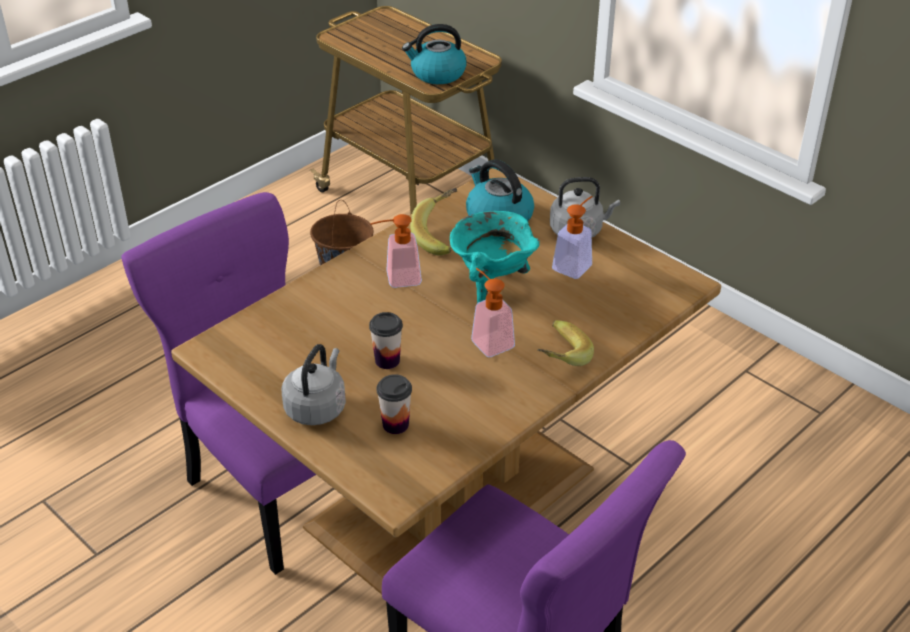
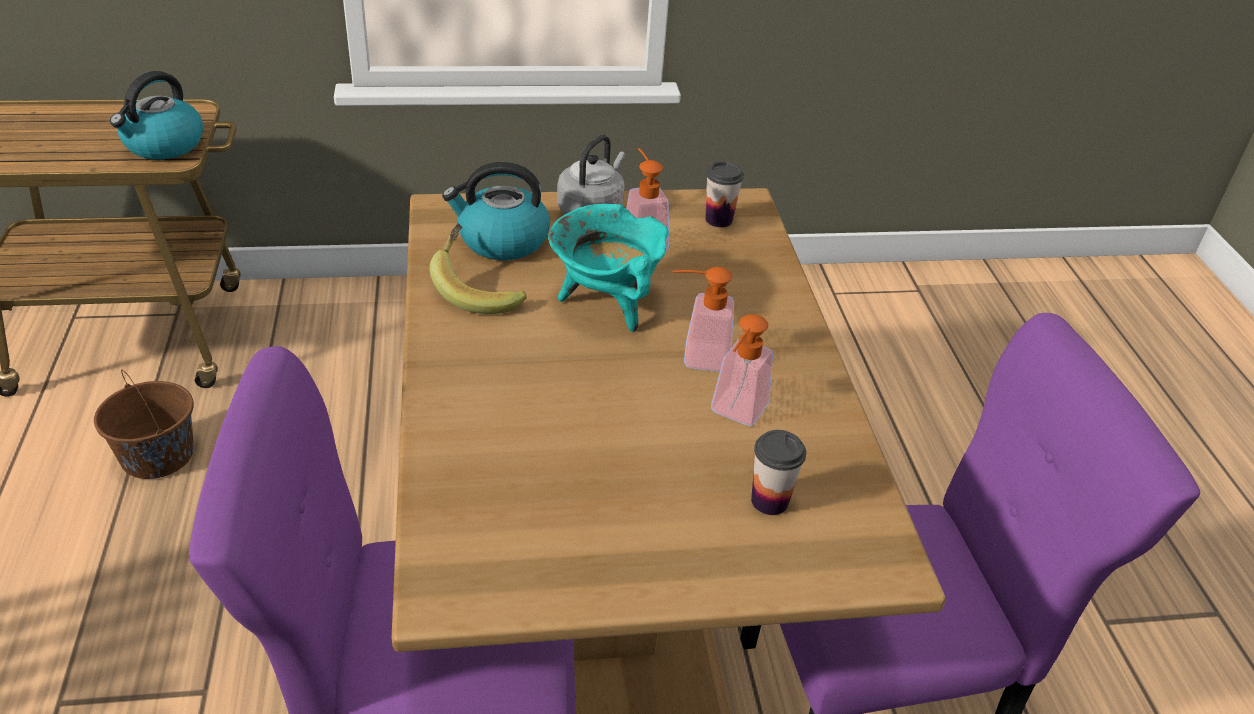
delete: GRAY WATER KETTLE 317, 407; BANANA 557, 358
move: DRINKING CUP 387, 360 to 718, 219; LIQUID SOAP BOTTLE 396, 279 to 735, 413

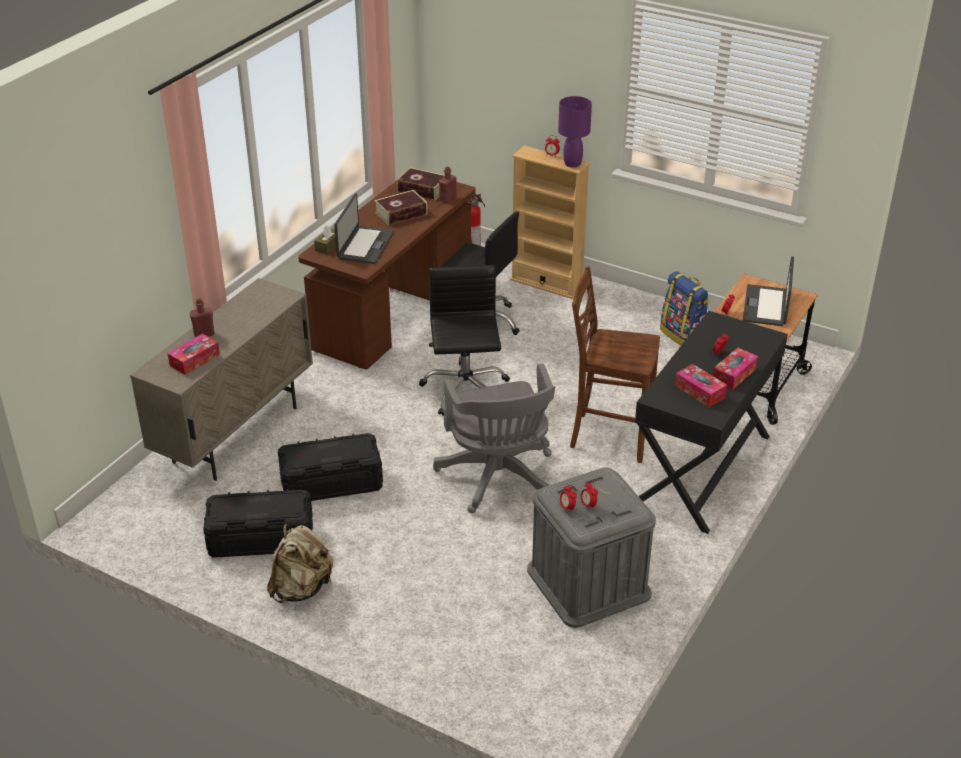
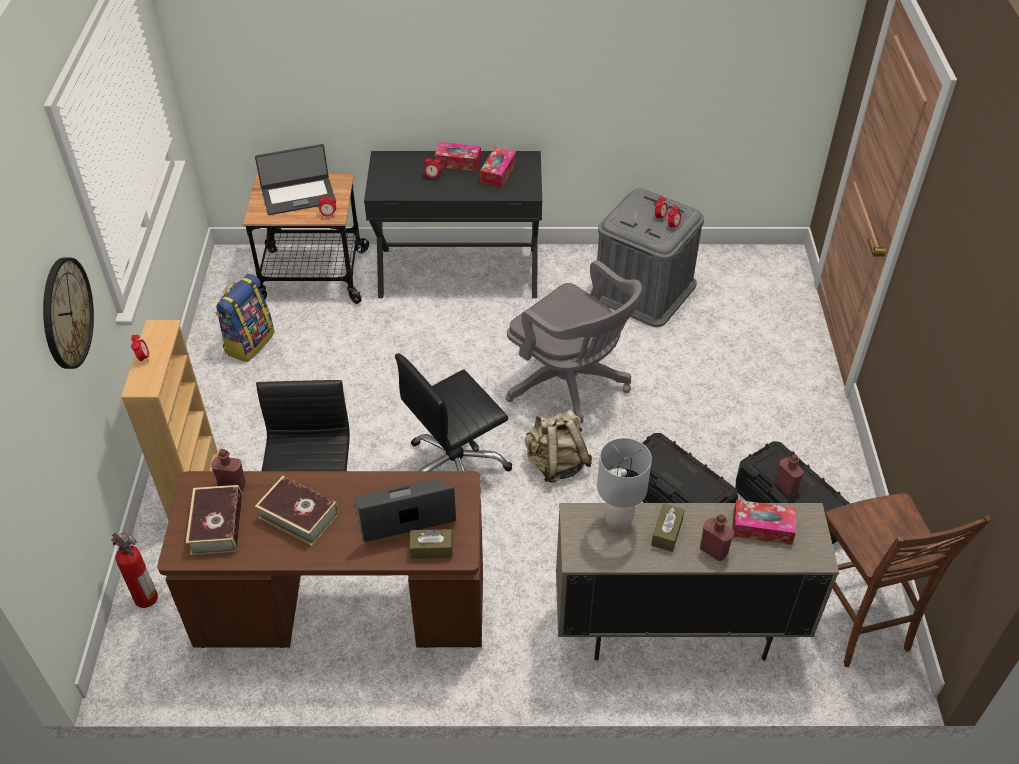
delete: PURPLE TABLETOP LAMP 572, 164
insert: HANGING CLOCK 66, 313; GRAY TABLETOP LAMP 617, 522; BROWNISH BOX OF TISSUES 667, 532; REDDISH BOTTLE 785, 486
move: BEIGE KNAPSACK 301, 588 to 556, 464; BROWNISH UPRIGHT CHAIR 609, 436 to 856, 621
rotate: GRAY COMPUTER CHAIR 498, 479 = 571, 386 90 degrees clockwise

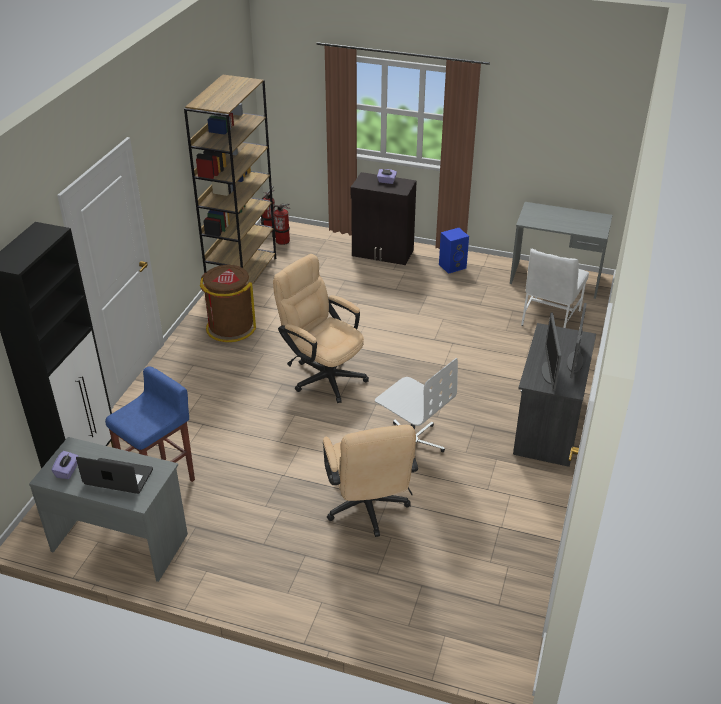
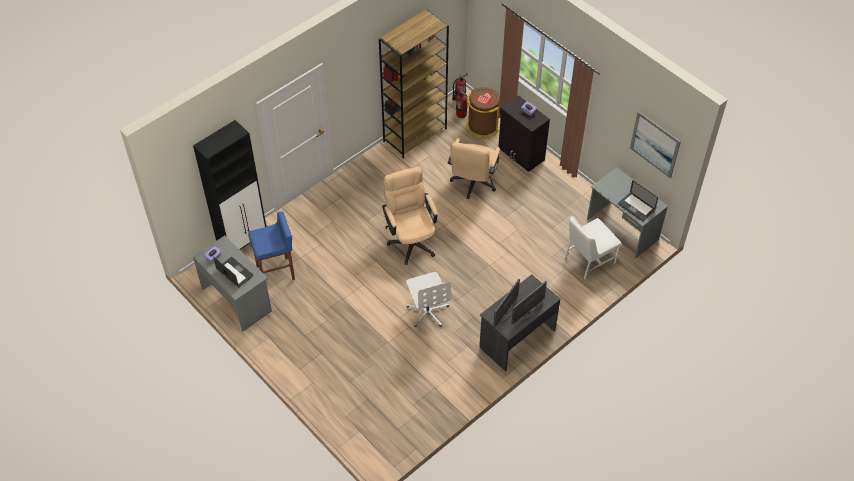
delete: BLUE SPEAKER 452, 266
insert: LAPTOP 636, 207; WALL ART 655, 144
move: BEIGE COMPUTER CHAIR 368, 510 to 473, 184; BROWNISH TRASH CAN 230, 327 to 482, 126

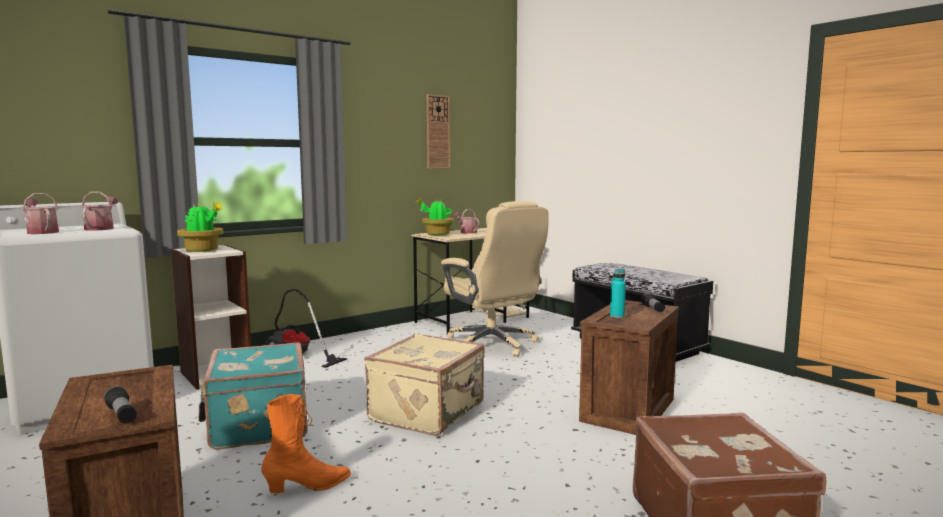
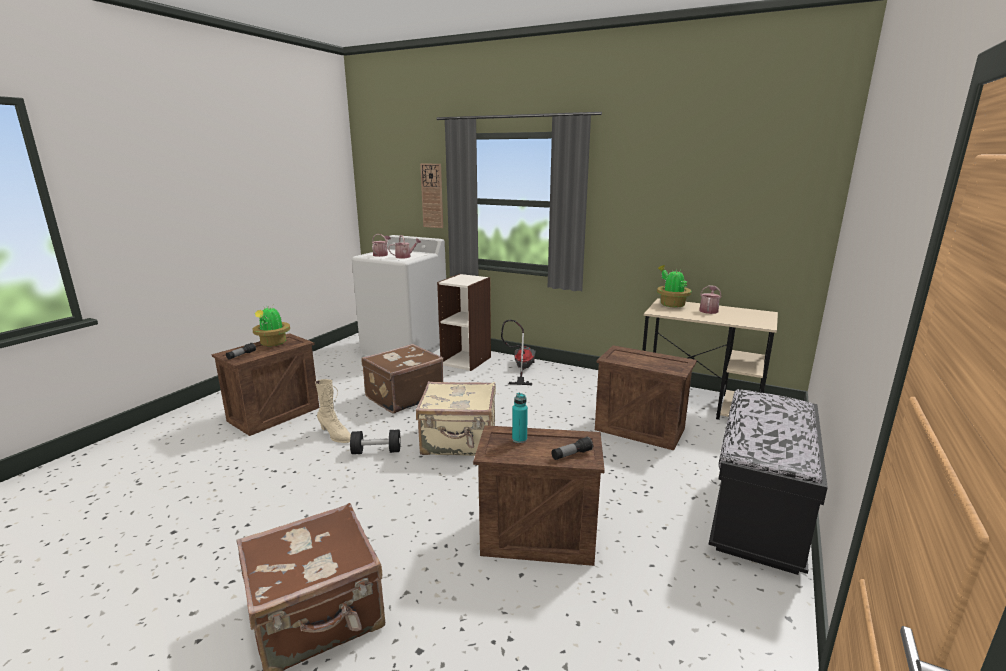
insert: BLACK-COLOURED HAND WEIGHT 376, 451
move: PLANT IN A POT 203, 250 to 273, 343; HANGING CLOCK 438, 132 to 432, 196
replace: BEIGE COMPUTER CHAIR 493, 345 to SHIPPING CRATE 638, 429
recolor: ORANGEY TALL BOOT 308, 487 to BEIGE TALL BOOT 335, 435; TURQUOISE-COLOURED PIECE OF LUGGAGE 257, 425 to BROWNISH PIECE OF LUGGAGE 403, 396

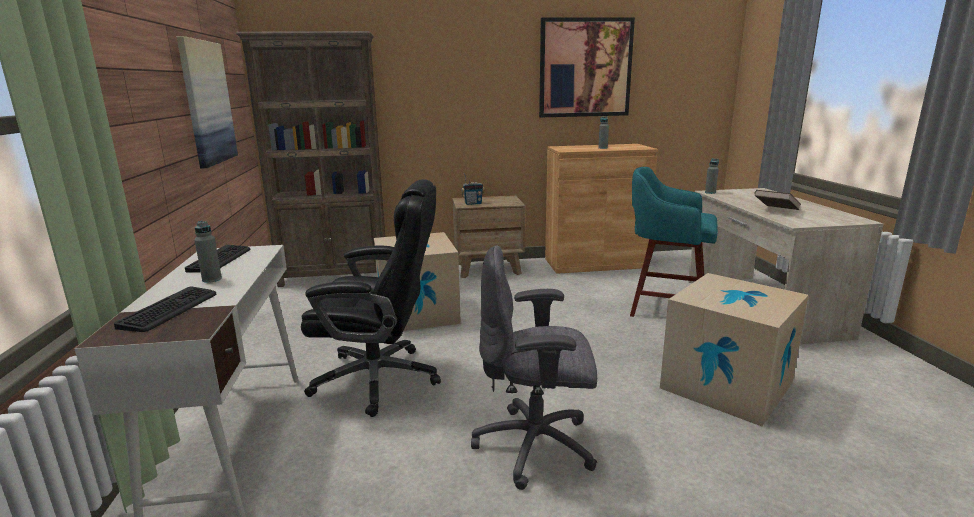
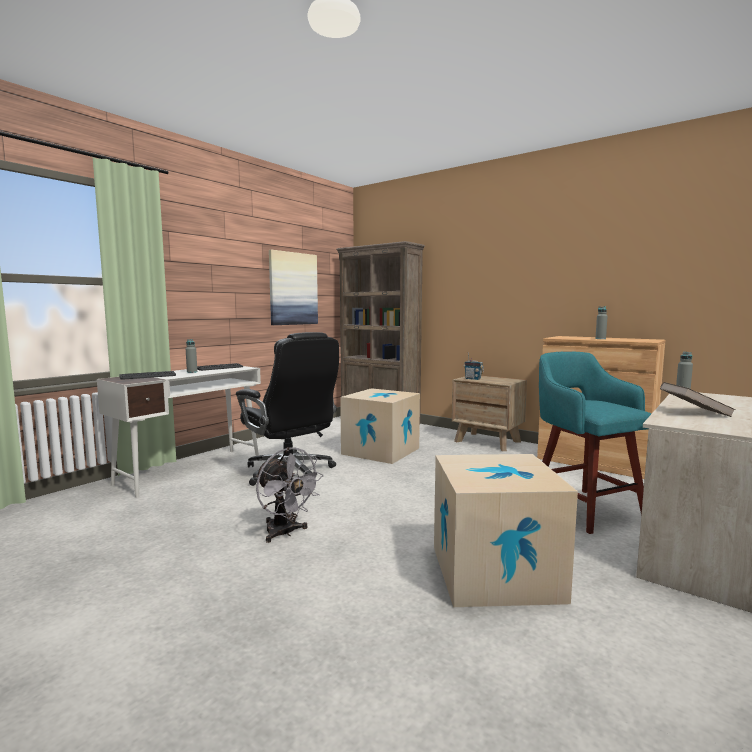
delete: WALL ART 585, 68
replace: GRAY COMPUTER CHAIR 537, 446 to GRAY ELECTRIC FAN 285, 533

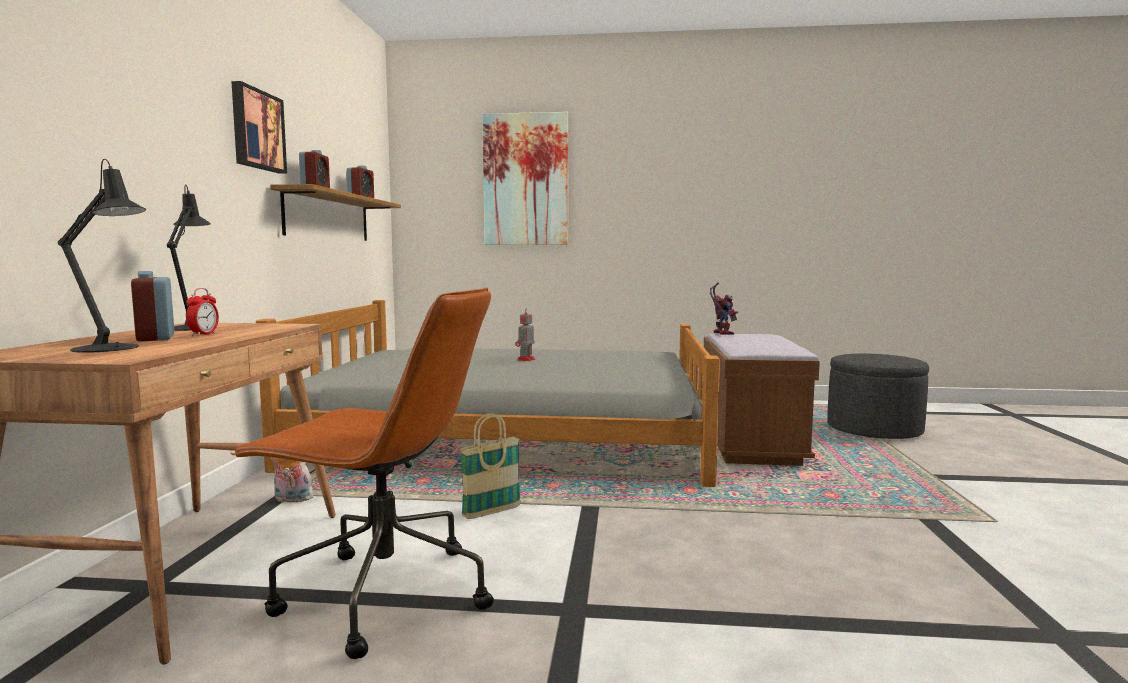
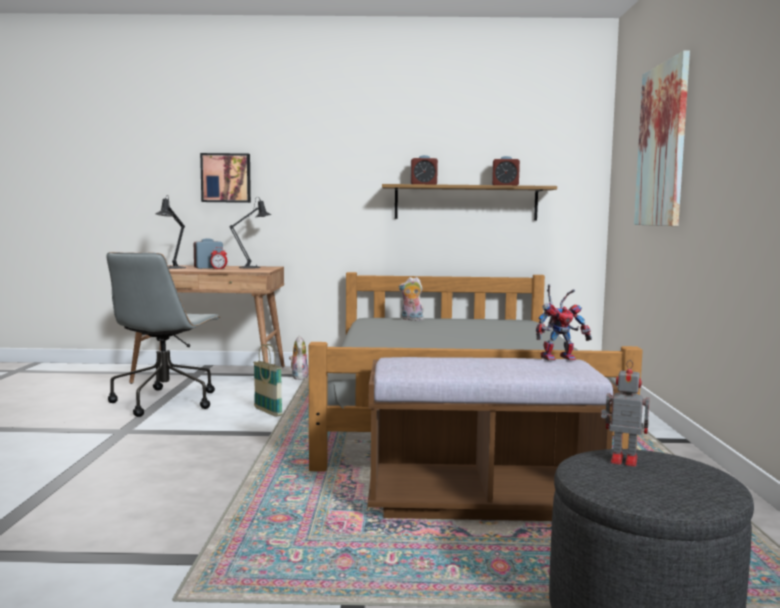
insert: CUDDLY TOY 411, 319
move: WALL ART 256, 130 to 226, 178; TOY ROBOT 525, 360 to 622, 460
recolor: BROWNISH COMPUTER CHAIR 382, 595 to GRAY COMPUTER CHAIR 165, 401

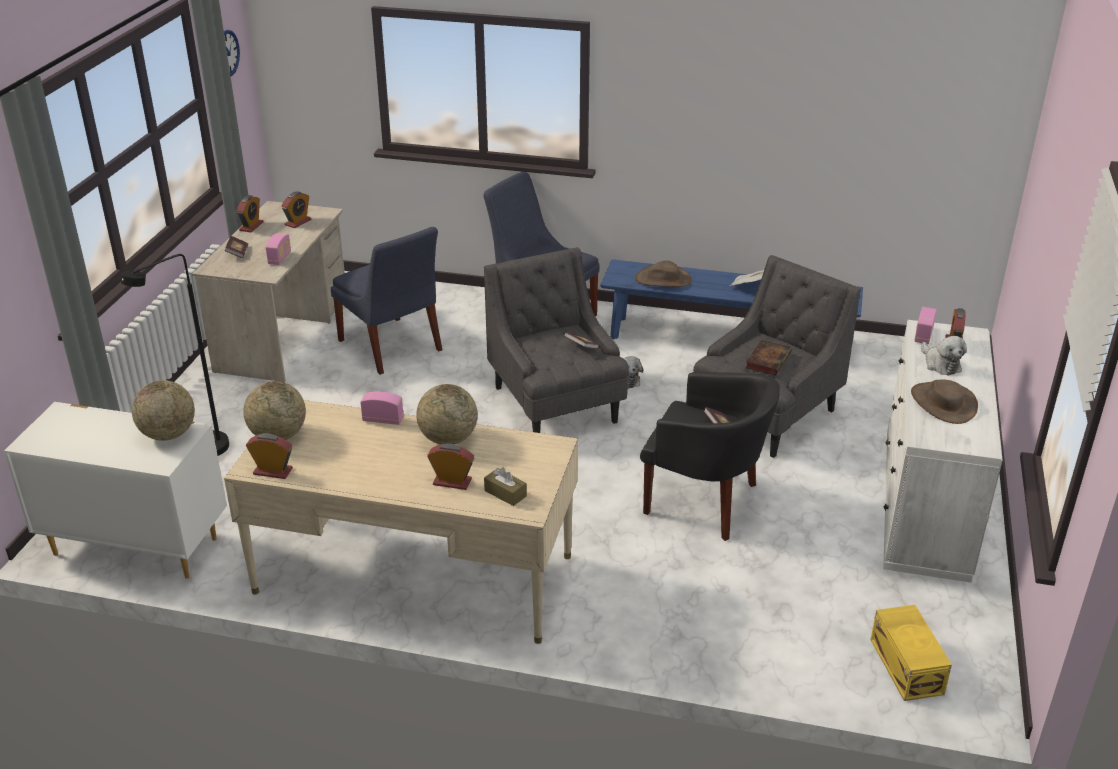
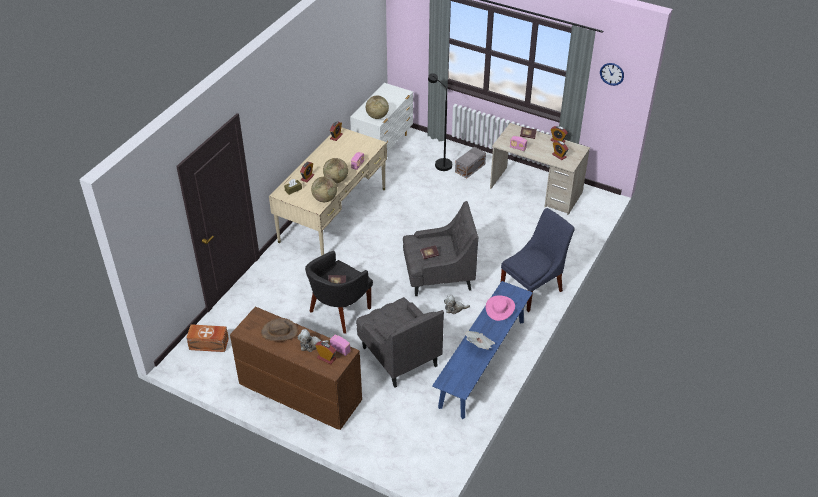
delete: BLUE UPRIGHT CHAIR 391, 347; BOUND BOOK 768, 360
insert: GRAY STORAGE CONTAINER 470, 168
move: GLOBE 278, 436 to 325, 199
recolor: YELLOW-COLOURED STORAGE CONTAINER 907, 665 to BROWNISH STORAGE CONTAINER 209, 344; WHITE DRESSER 924, 507 to BROWNISH DRESSER 299, 393; BROWNISH WEARABLE HAT 663, 279 to PINK-COLOURED WEARABLE HAT 500, 308

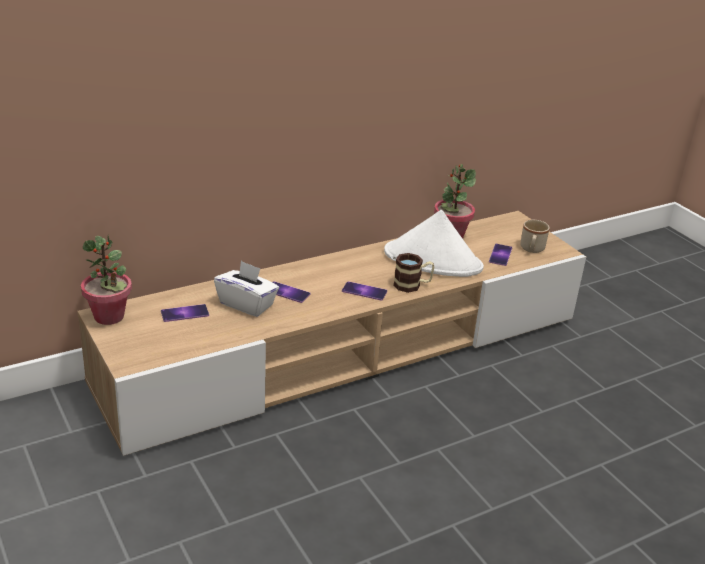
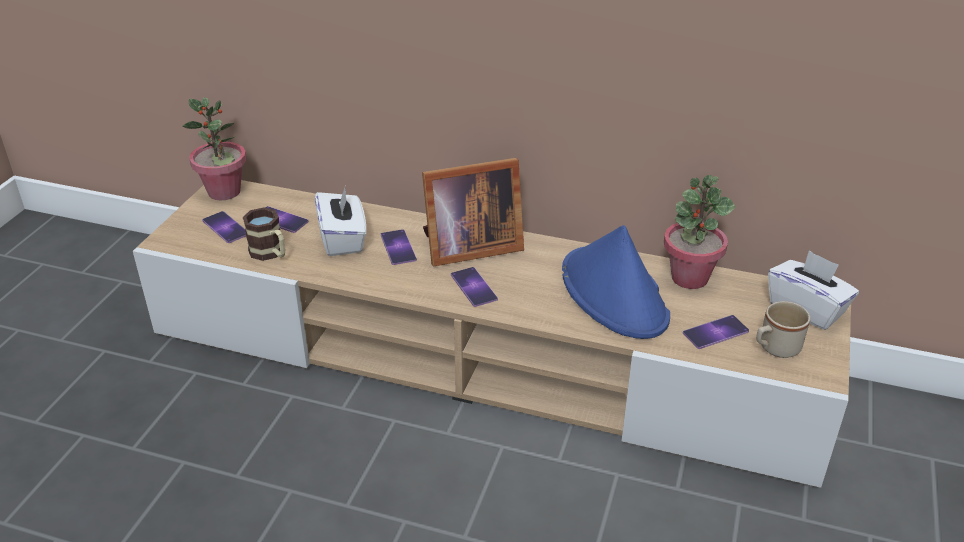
insert: HANDSET 225, 227; PHOTO FRAME 468, 247; WHITE BOX OF TISSUES 807, 309
move: TEA MUG 412, 285 to 270, 253
recolor: WHITE WEARABLE HAT 433, 260 to BLUE WEARABLE HAT 614, 294

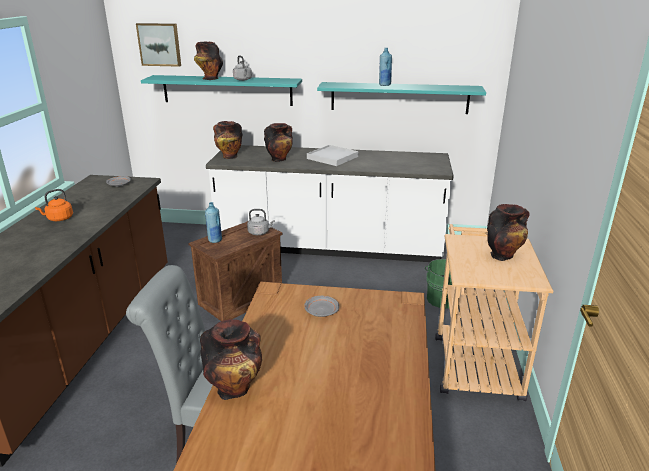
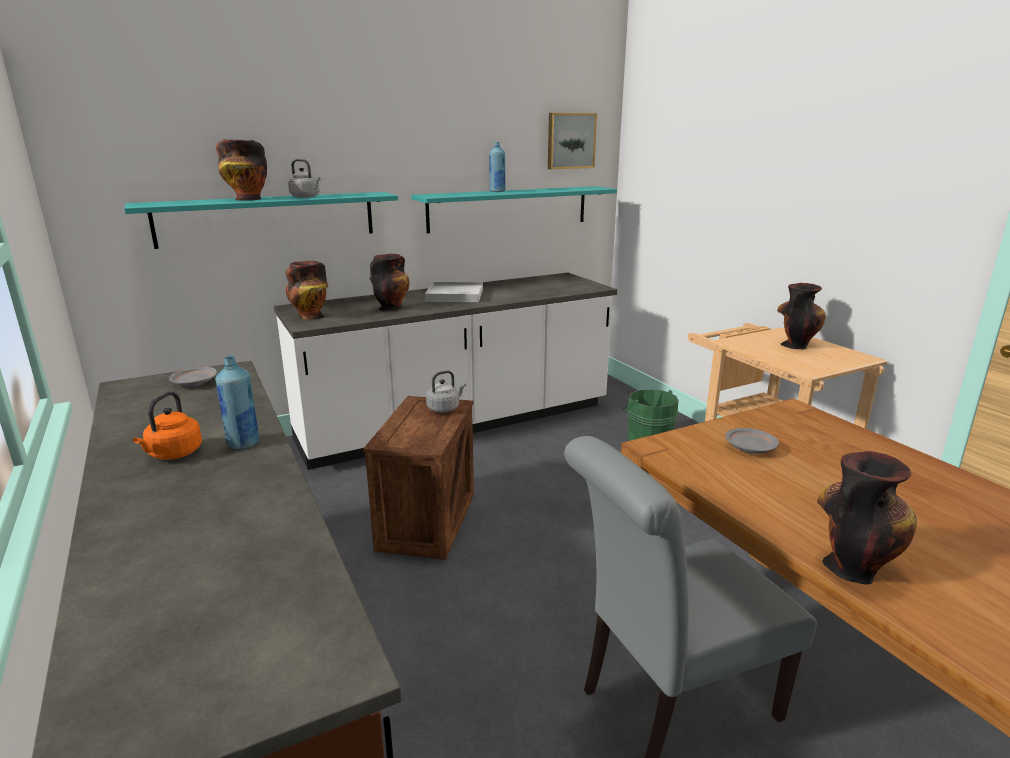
move: BLUE BOTTLE 215, 240 to 243, 443; WALL ART 159, 44 to 570, 141

